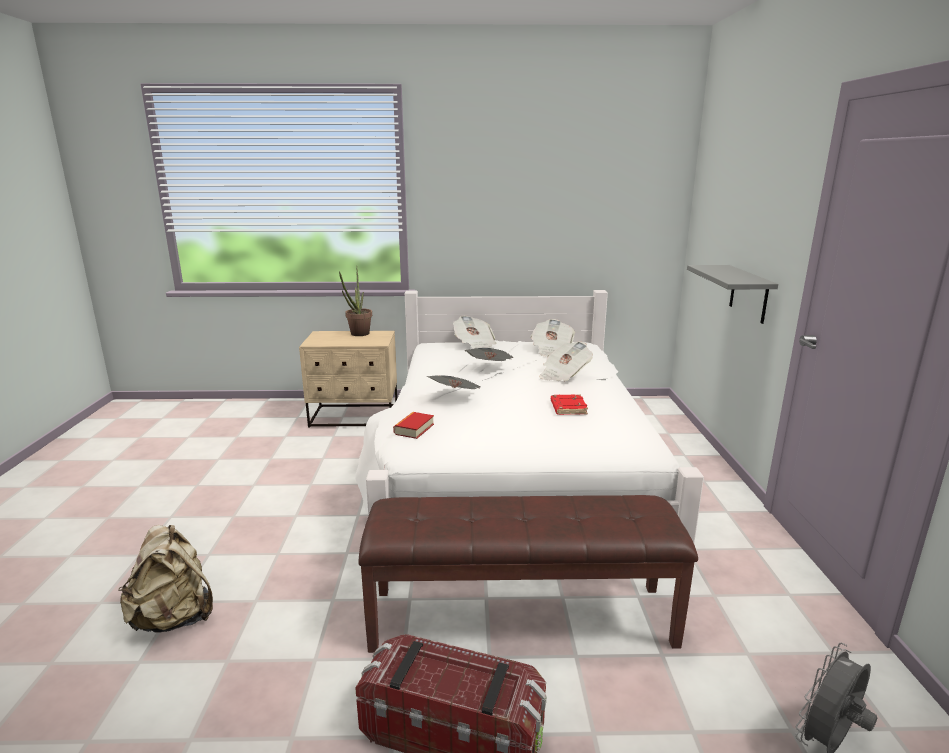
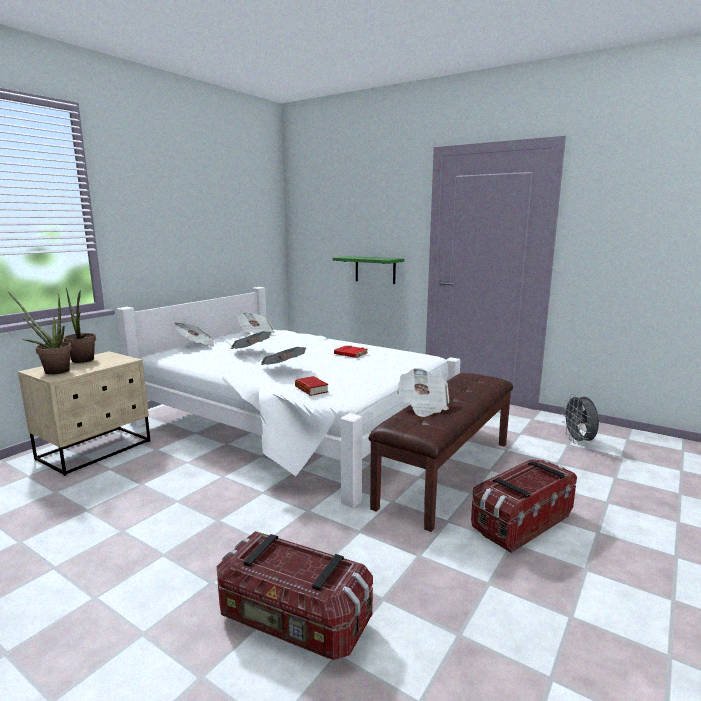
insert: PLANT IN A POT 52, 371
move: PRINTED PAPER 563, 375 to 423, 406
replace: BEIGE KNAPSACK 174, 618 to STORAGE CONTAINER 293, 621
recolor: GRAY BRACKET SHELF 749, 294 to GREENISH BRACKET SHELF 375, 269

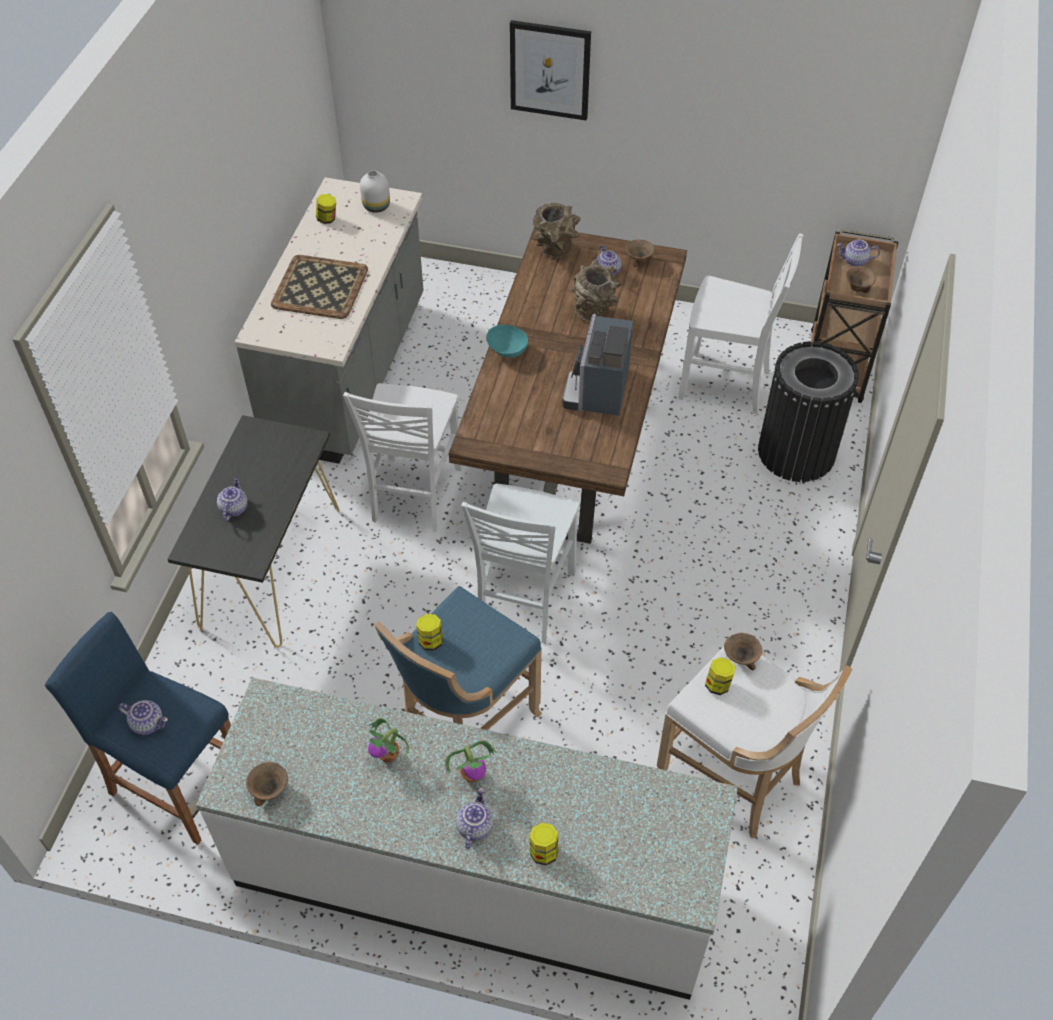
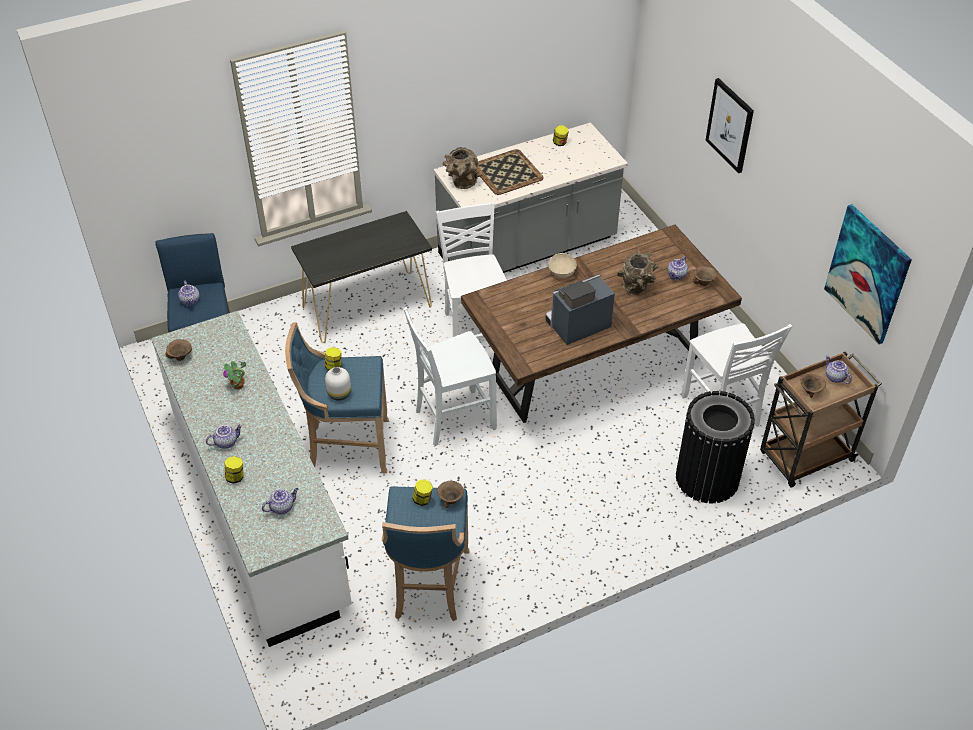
delete: PLANT IN A POT 472, 774
insert: WALL ART 867, 274
move: POT FOR TEA 234, 508 to 282, 507; WHITE FLOWER VASE 376, 206 to 338, 393; BROWNISH FLOWER VASE 555, 252 to 462, 184
recolor: WHITE SITTING STOOL 734, 778 to BLUE SITTING STOOL 428, 586; TURQUOISE-COLOURED SERVING BOWL 506, 350 to BEIGE SERVING BOWL 561, 272
rotate: WHITE UPRIGHT CHAIR 414, 495 = 474, 329 105 degrees clockwise

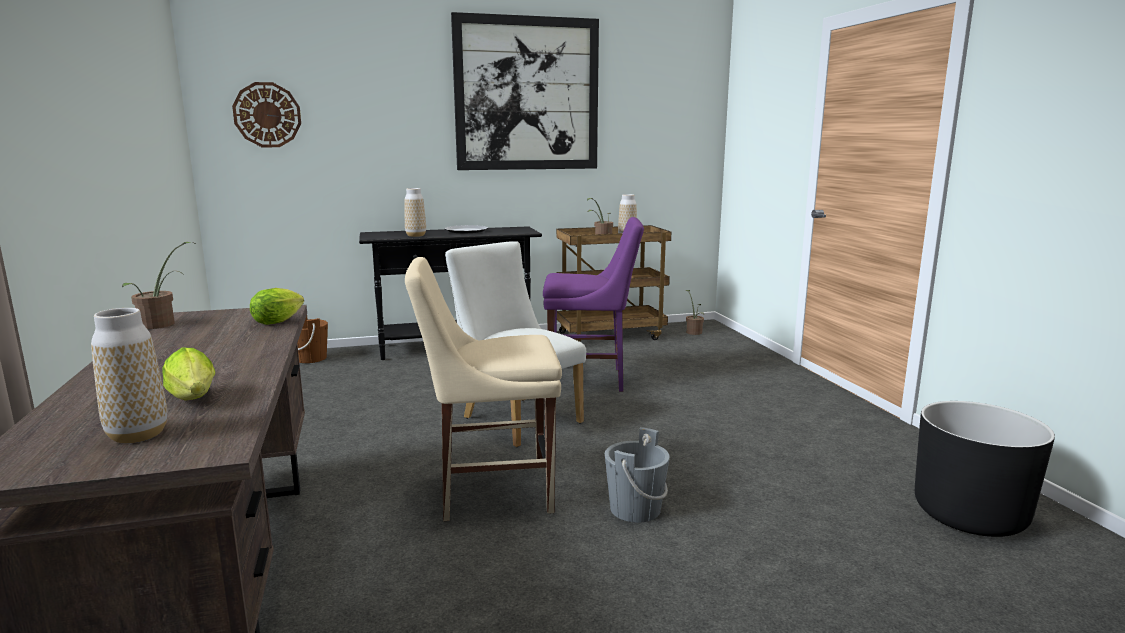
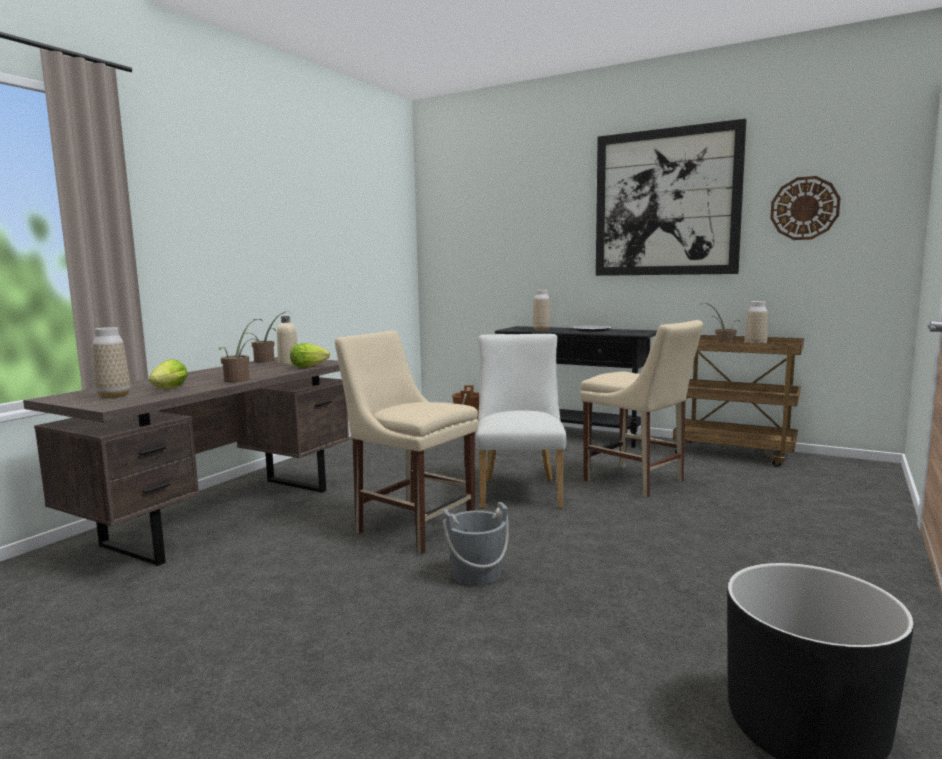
insert: BEIGE BOTTLE 288, 364
move: PLANT IN A POT 693, 331 to 240, 379; HANGING CLOCK 267, 115 to 804, 208
recolor: PURPLE UPRIGHT CHAIR 591, 379 to BEIGE UPRIGHT CHAIR 637, 482

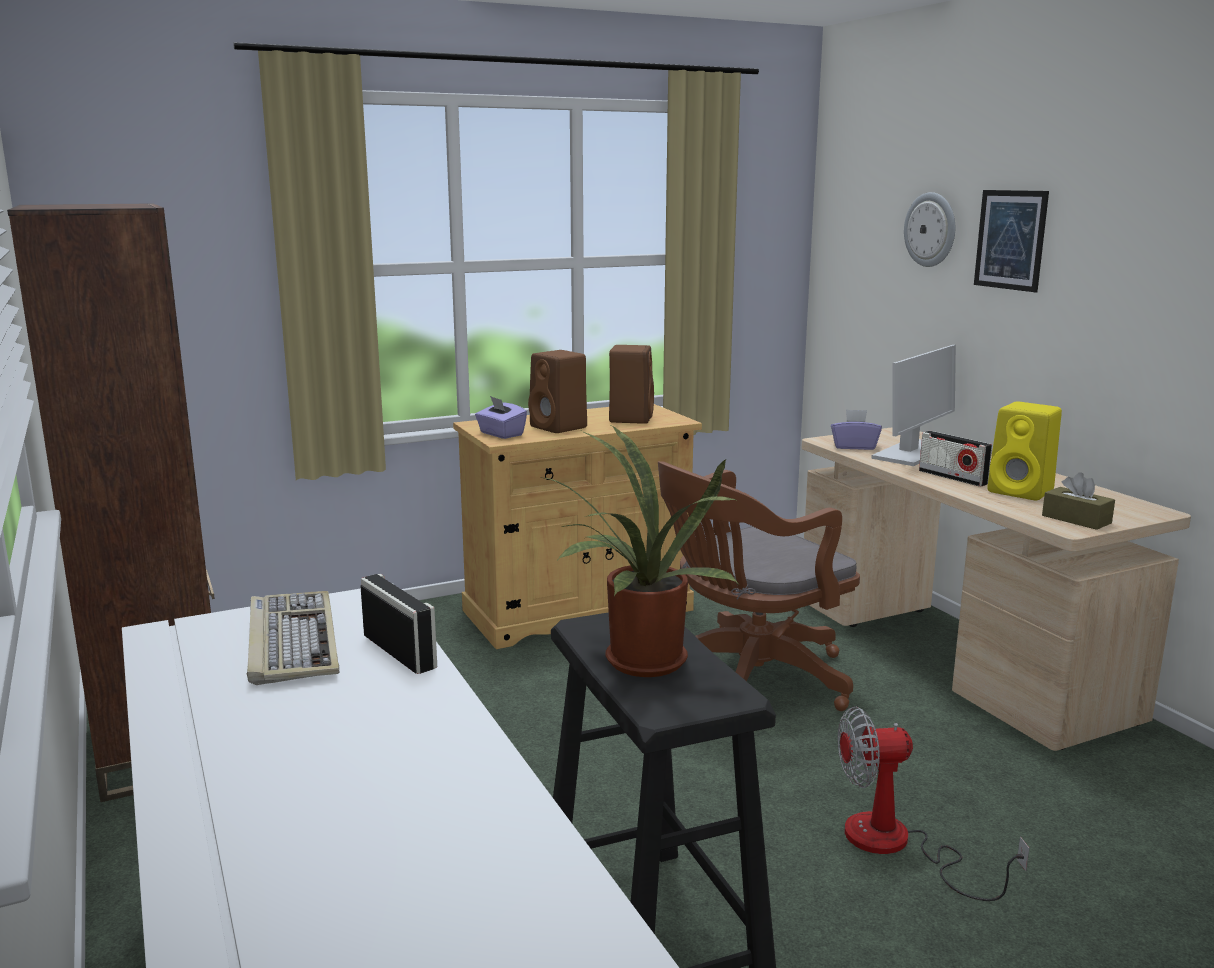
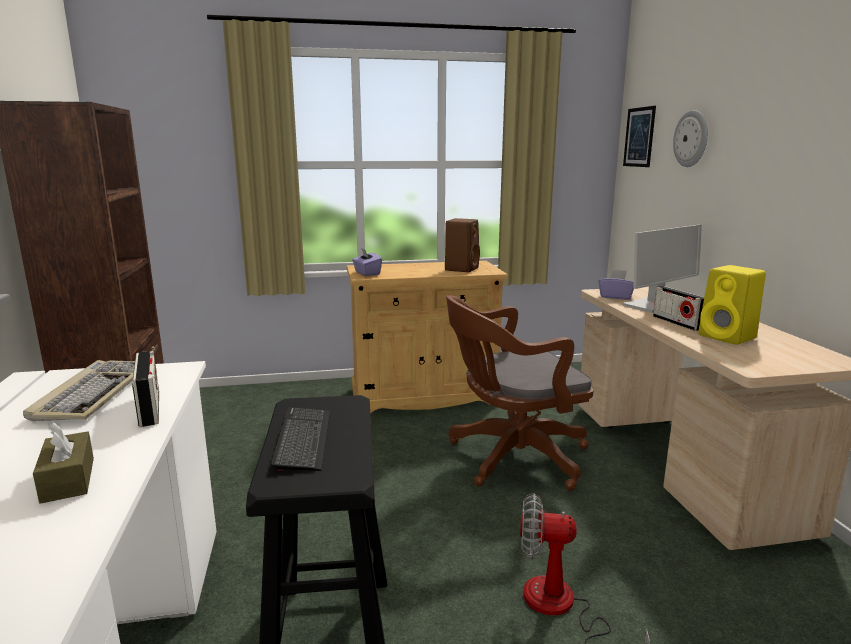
delete: BROWNISH SPEAKER 560, 427
move: BROWNISH BOX OF TISSUES 1076, 519 to 68, 479; WALL ART 1010, 240 to 639, 137
replace: PLANT IN A POT 639, 664 to COMPUTER KEYBOARD 303, 440

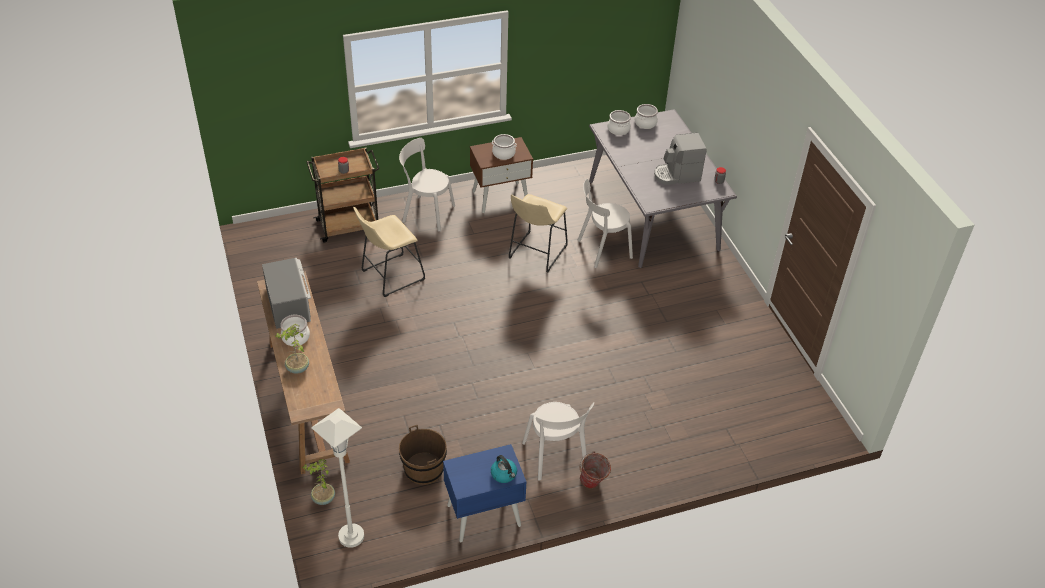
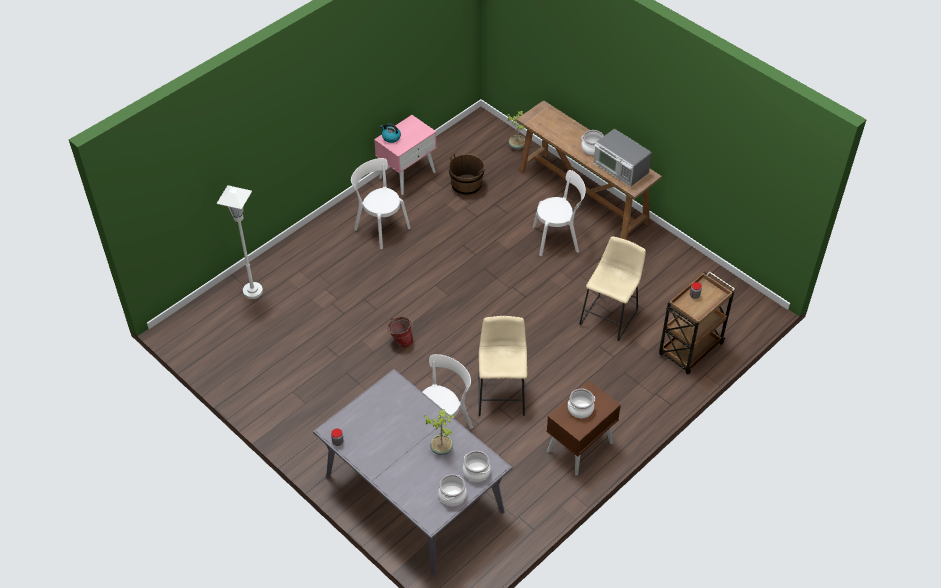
delete: COFFEE MAKER 677, 175
move: WHITE STANDARD LAMP 351, 536 to 253, 291; BUCKET 592, 484 to 401, 340; PLANT IN A POT 297, 368 to 441, 448; WHITE UPRIGHT CHAIR 426, 213 to 558, 238
recolor: BLUE NIGHT TABLE 483, 515 to PINK-COLOURED NIGHT TABLE 407, 174

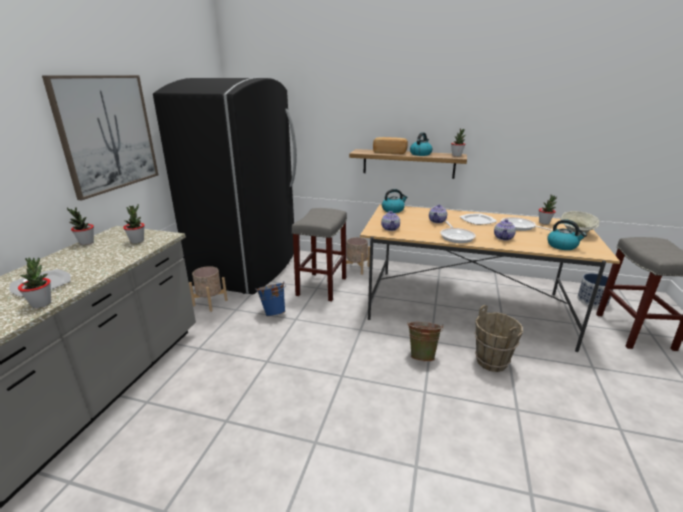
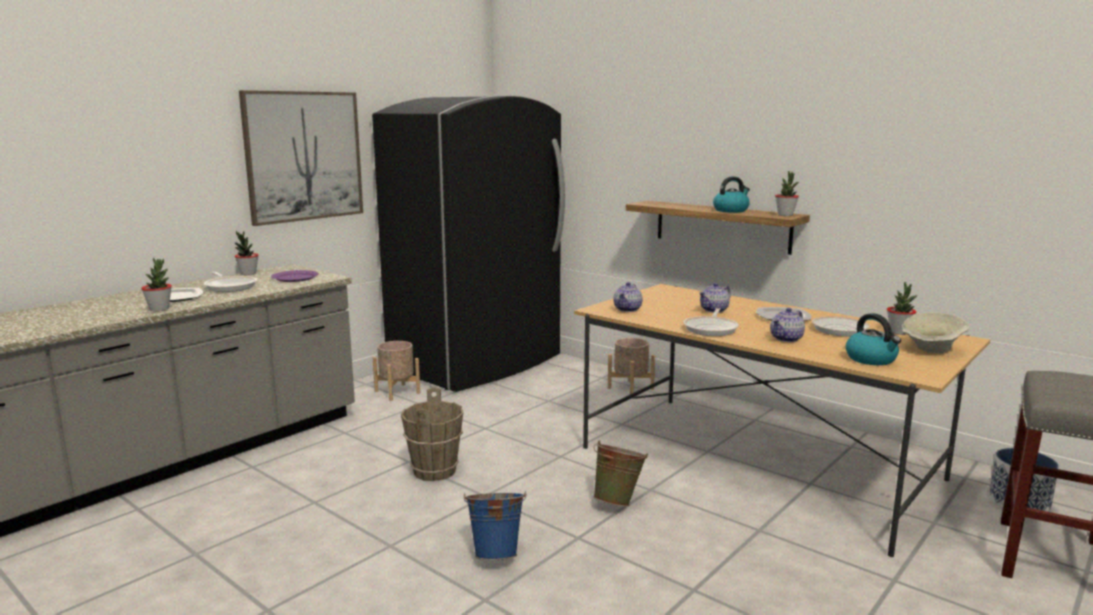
delete: GRAY SITTING STOOL 321, 286; BAKERY BREAD 390, 152; WATER KETTLE 393, 210
insert: SKILLET 230, 286
move: BROWNISH BUCKET 491, 361 to 435, 471; BLUE BUCKET 273, 313 to 496, 554
replace: PLANT IN A POT 137, 241 to PURPLE FLAT DISH 295, 278

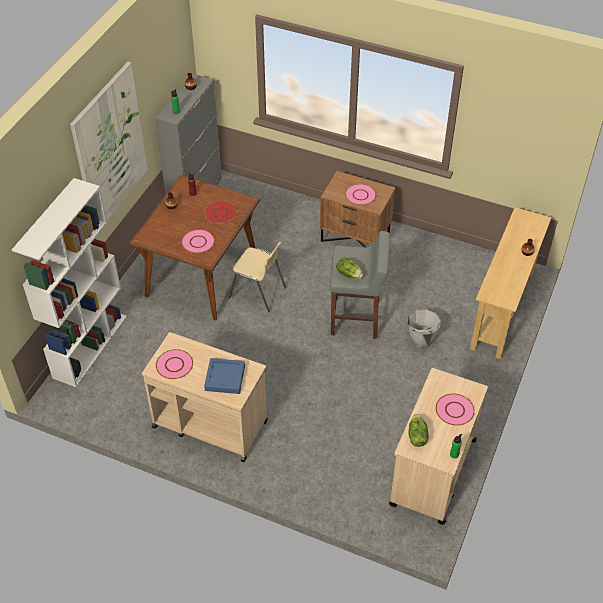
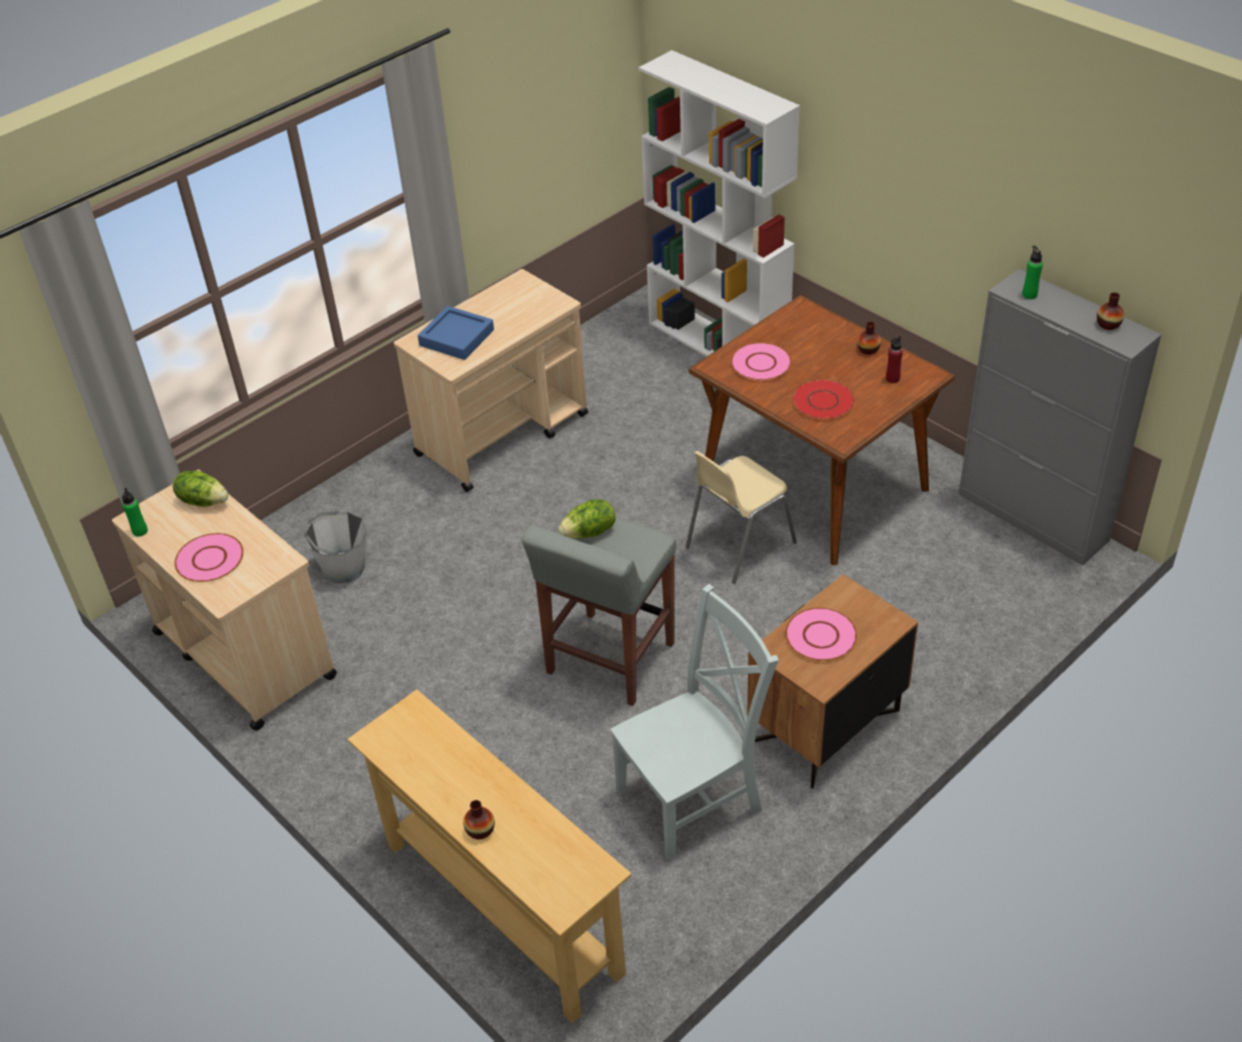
delete: WALL ART 110, 148; PINK-COLOURED FLAT DISH 174, 364
insert: GRAY UPRIGHT CHAIR 694, 797
move: GRAY BUCKET 421, 339 to 343, 568

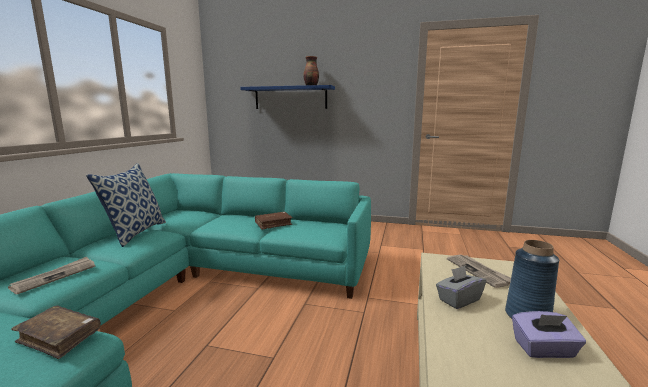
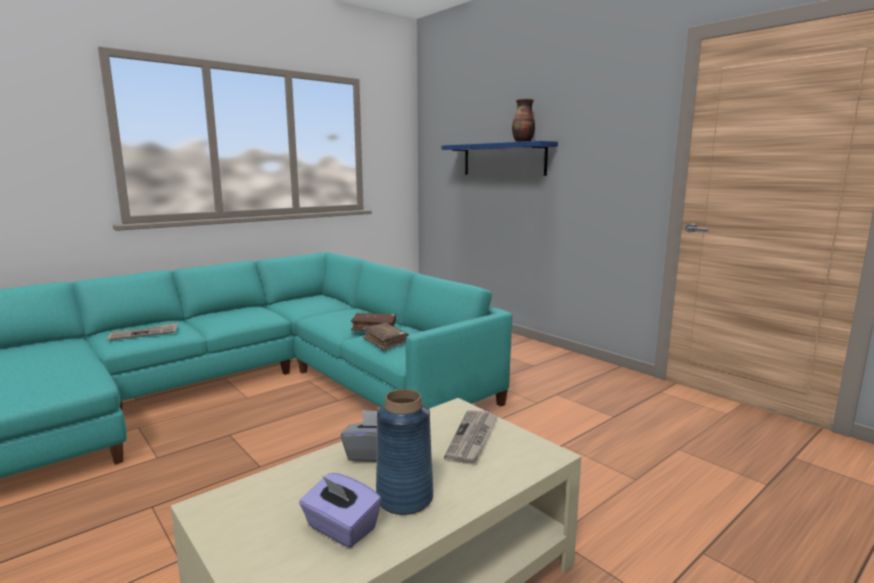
delete: THROW PILLOW 135, 233
move: BROWNISH BOUND BOOK 59, 337 to 385, 341

